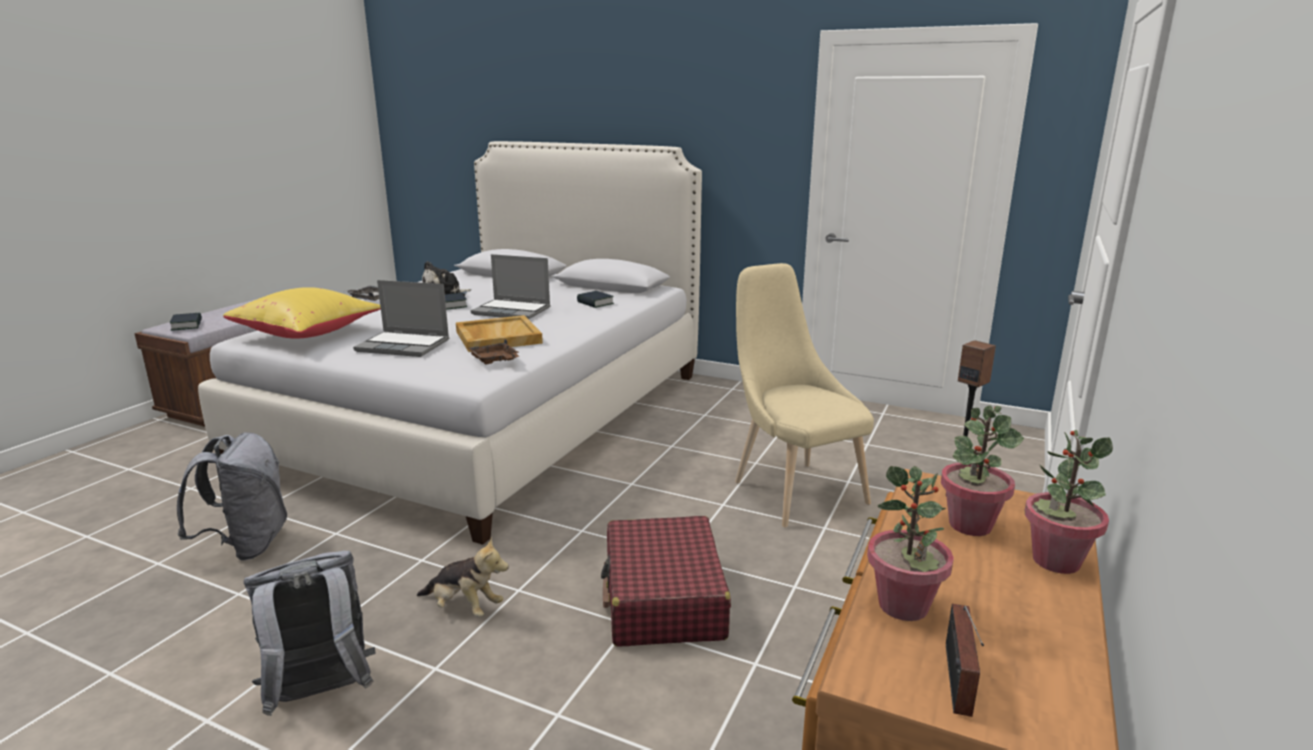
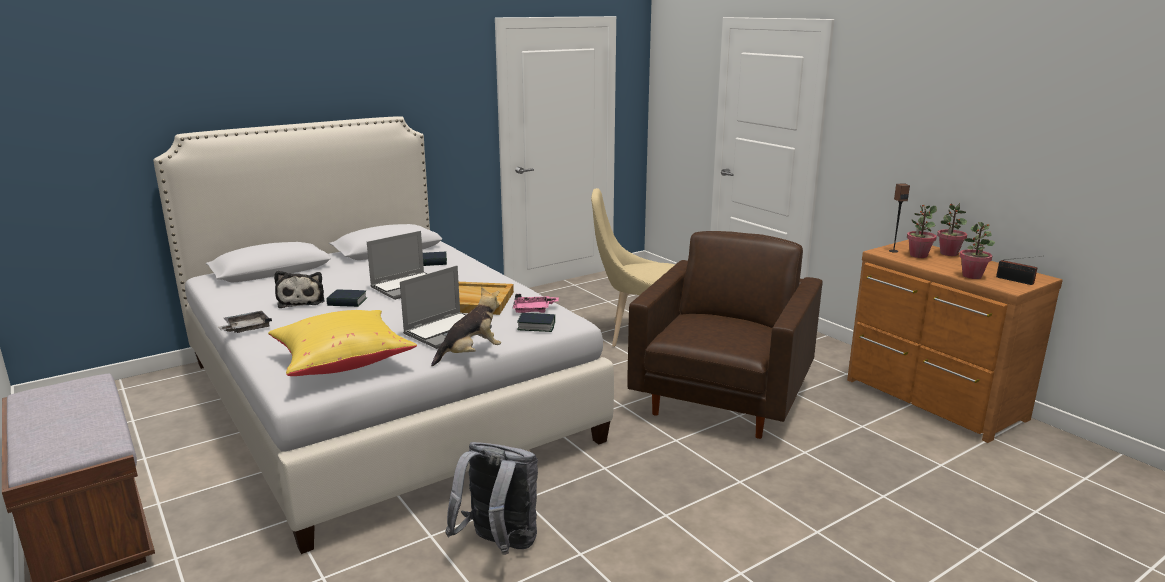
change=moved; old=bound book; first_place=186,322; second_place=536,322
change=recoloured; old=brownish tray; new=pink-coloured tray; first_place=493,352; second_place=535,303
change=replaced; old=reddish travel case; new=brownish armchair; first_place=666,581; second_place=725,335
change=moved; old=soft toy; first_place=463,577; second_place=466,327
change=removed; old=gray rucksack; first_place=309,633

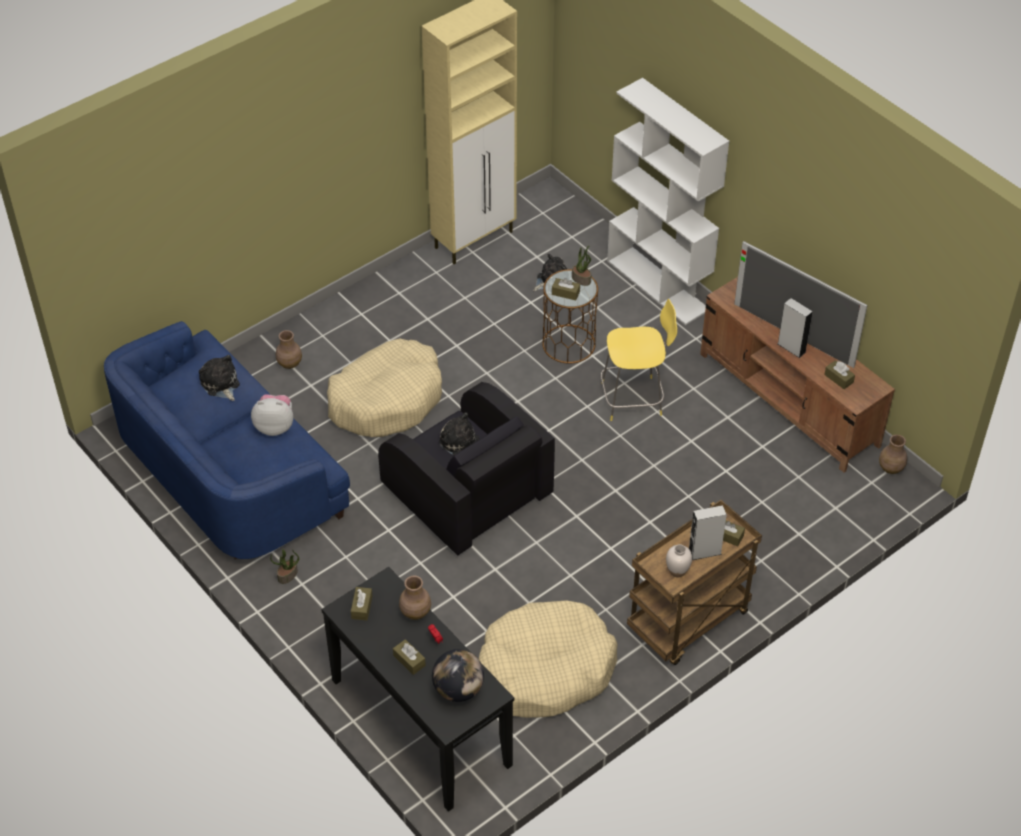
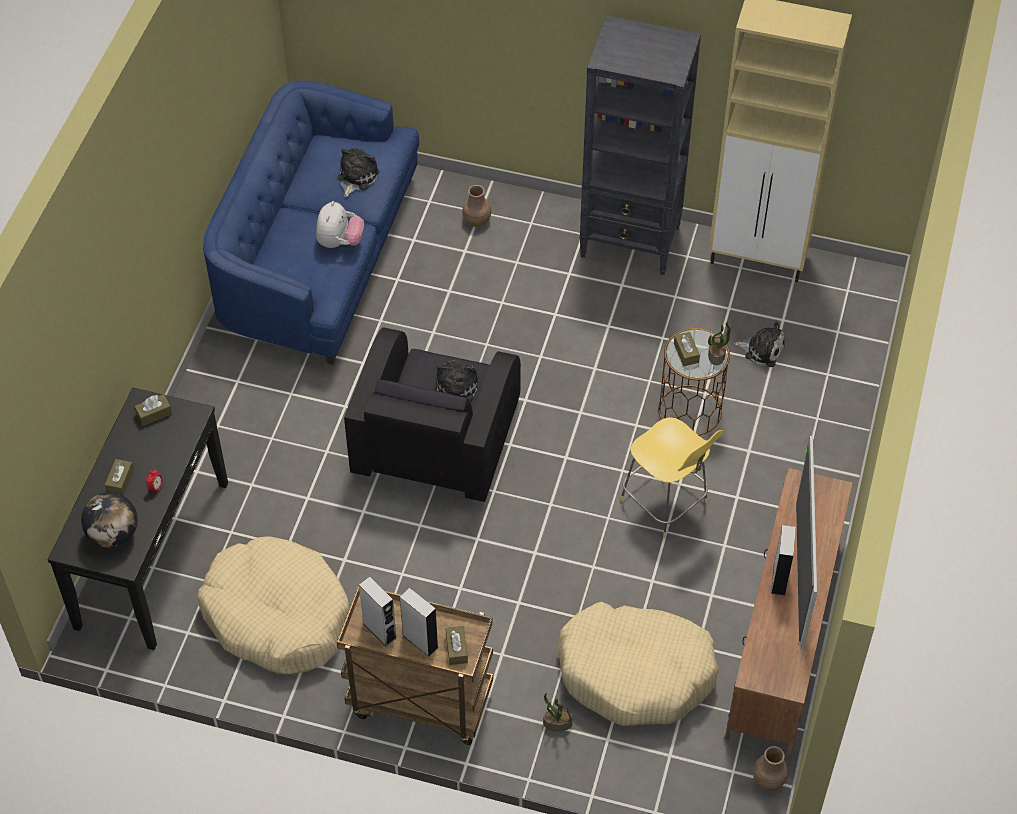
change=removed; old=white bookcase; first_place=668,201
change=moved; old=beige dog bed; first_place=384,387; second_place=638,664
change=removed; old=brownish tissue holder; first_place=839,374
change=turned; old=soft toy; first_place=272,415; second_place=340,224; degrees=45
change=replaced; old=white decorative vase; new=gray speaker; first_place=679,560; second_place=378,611
change=moved; old=potted plant; first_place=284,566; second_place=558,712
change=removed; old=brownish decorative vase; first_place=415,598
change=added; new=black bookcase; second_place=640,145

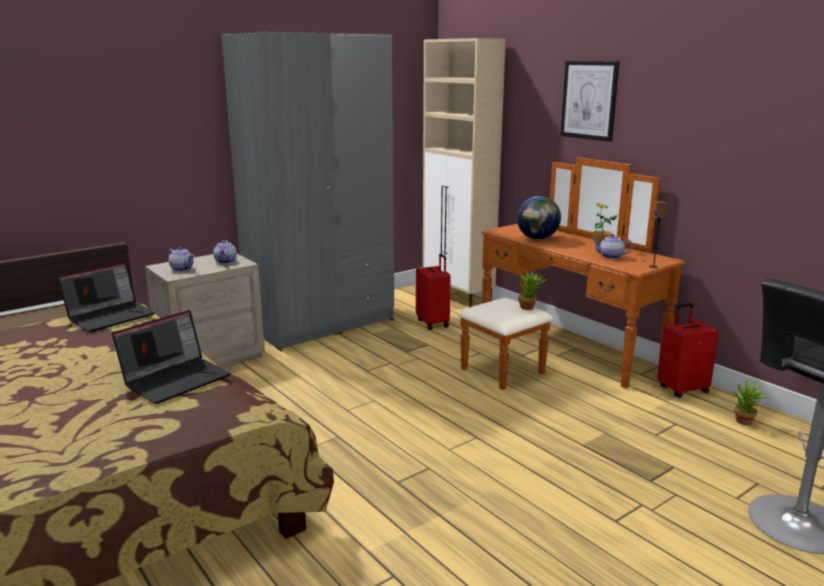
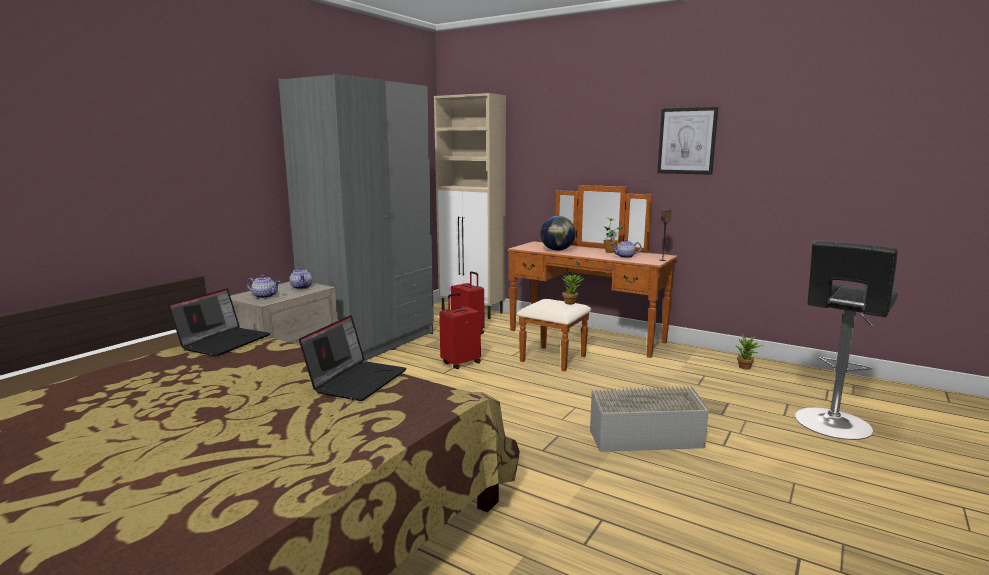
change=moved; old=wall picture; first_place=590,101; second_place=687,141
change=moved; old=reddish travel case; first_place=688,350; second_place=460,331
change=added; new=gray storage container; second_place=649,419

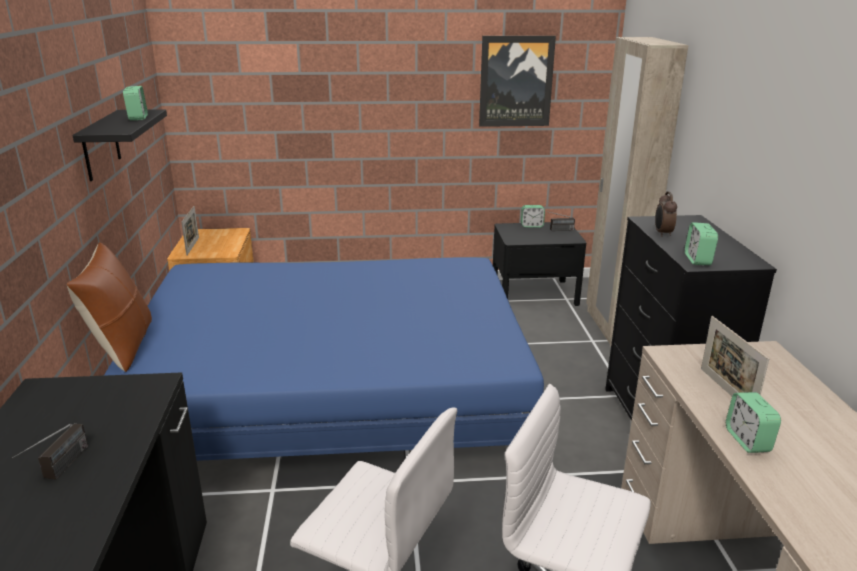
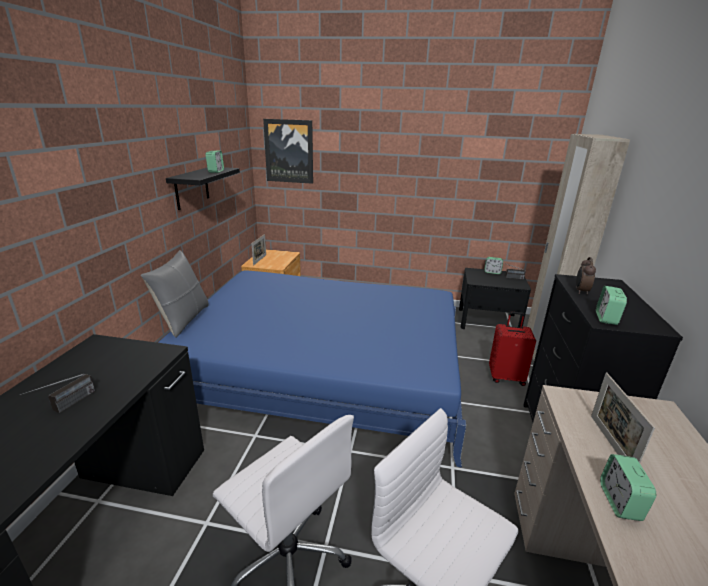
change=moved; old=wall picture; first_place=517,81; second_place=288,151
change=recoloured; old=brownish throw pillow; new=gray throw pillow; first_place=109,307; second_place=175,293
change=added; new=reddish travel case; second_place=512,349

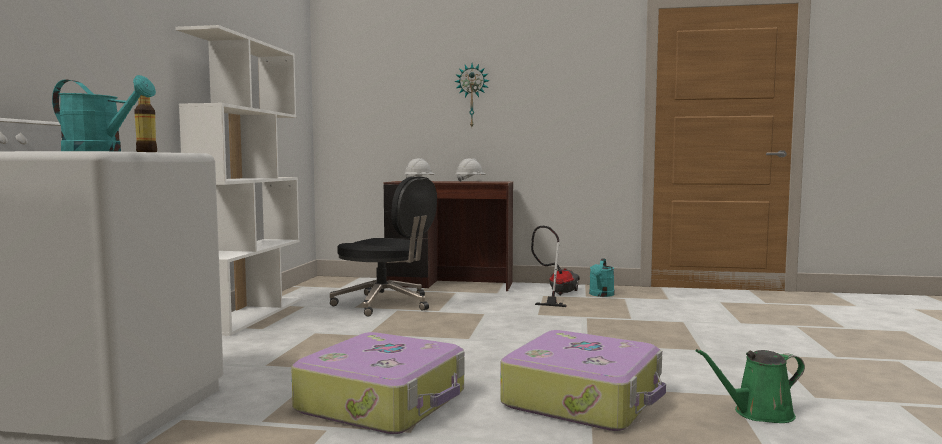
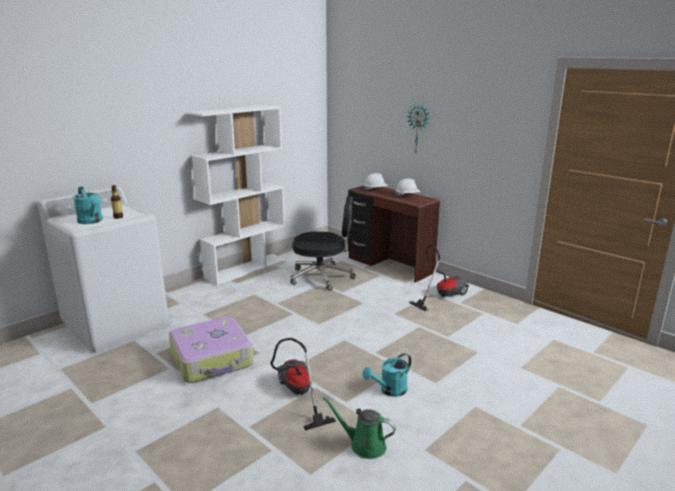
change=turned; old=black office chair; first_place=383,246; second_place=323,243; degrees=-60
change=moved; old=turquoise sprinkling can; first_place=601,278; second_place=387,375
change=replaced; old=travel case; new=vacuum cleaner; first_place=583,380; second_place=303,384

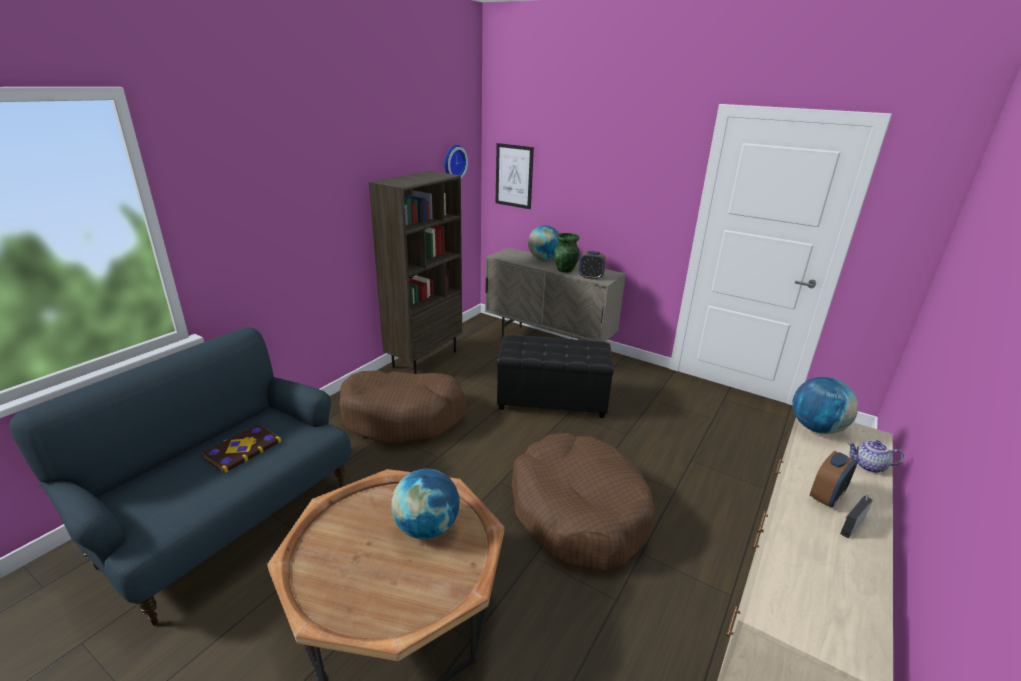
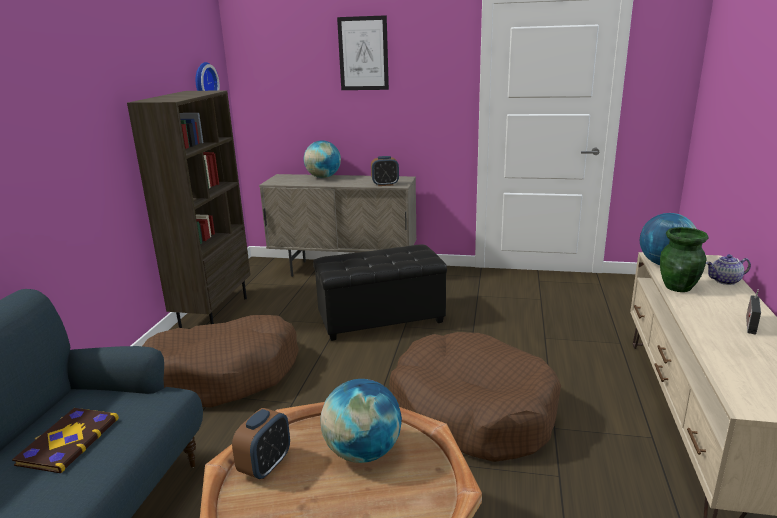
change=moved; old=wall picture; first_place=515,176; second_place=363,52
change=moved; old=greenish decorative vase; first_place=567,253; second_place=684,259
change=moved; old=bedside clock; first_place=833,479; second_place=261,443

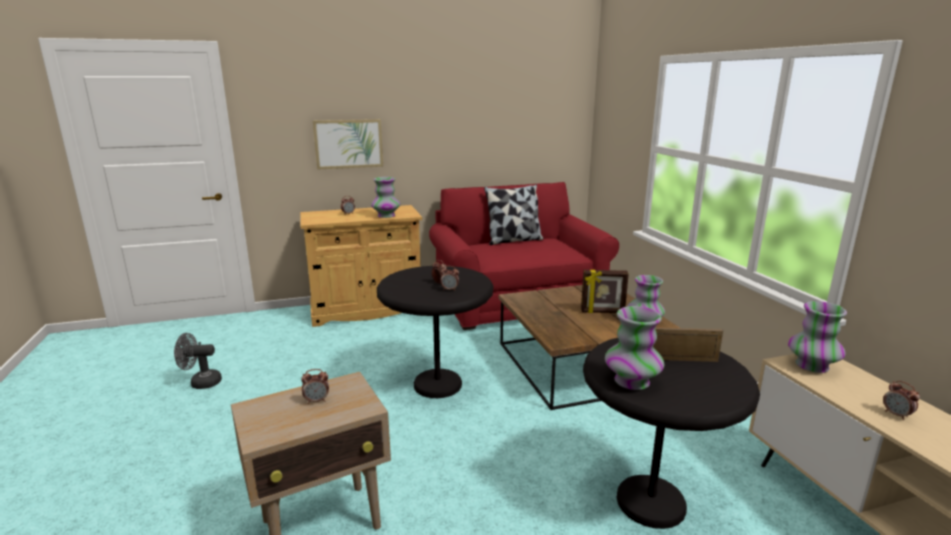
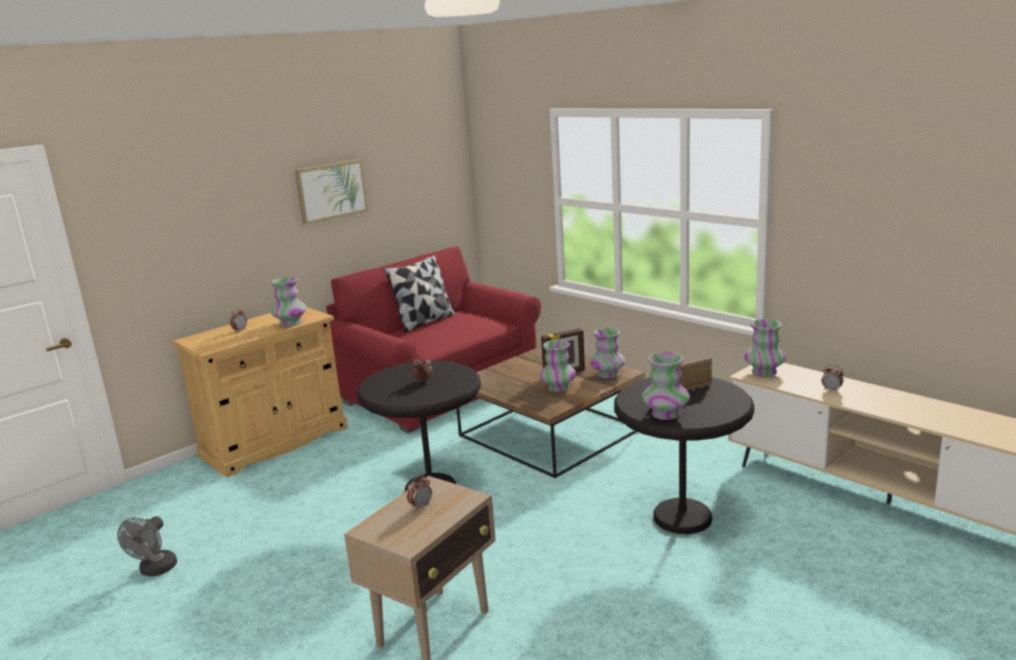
change=moved; old=wall picture; first_place=348,144; second_place=331,192
change=removed; old=bedside clock; first_place=449,278
change=turned; old=gray electric fan; first_place=198,361; second_place=147,546; degrees=-45
change=added; new=decorative vase; second_place=558,366

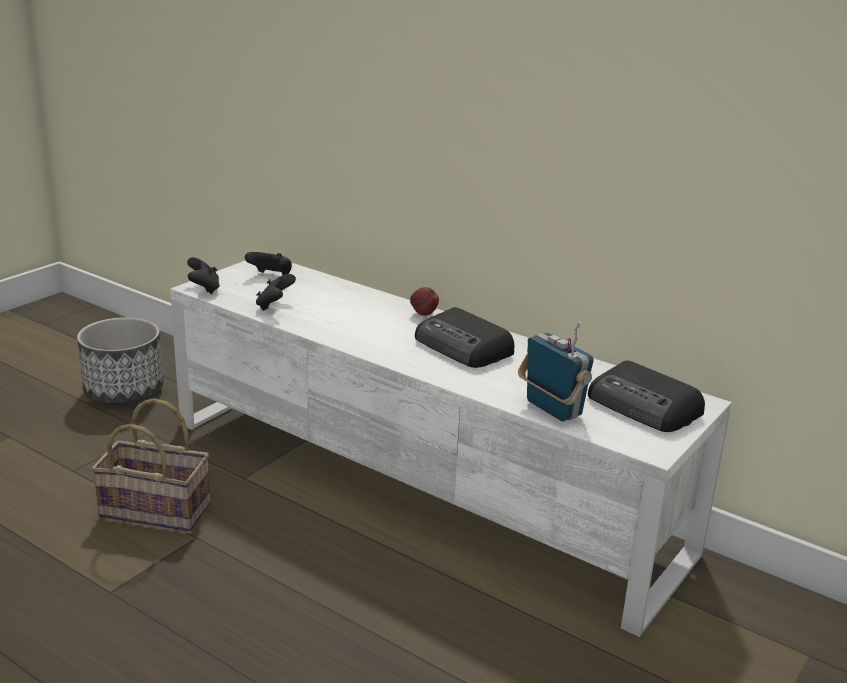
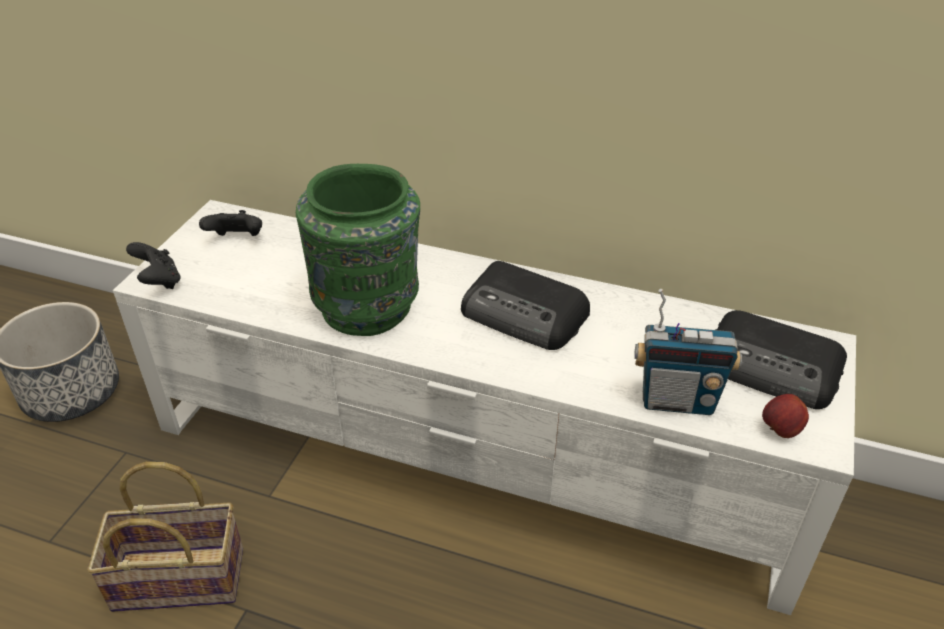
change=removed; old=black game controller; first_place=276,292
change=moved; old=whole apple; first_place=424,301; second_place=785,416
change=turned; old=radio; first_place=556,371; second_place=688,352; degrees=150
change=added; new=greenish decorative vase; second_place=358,250

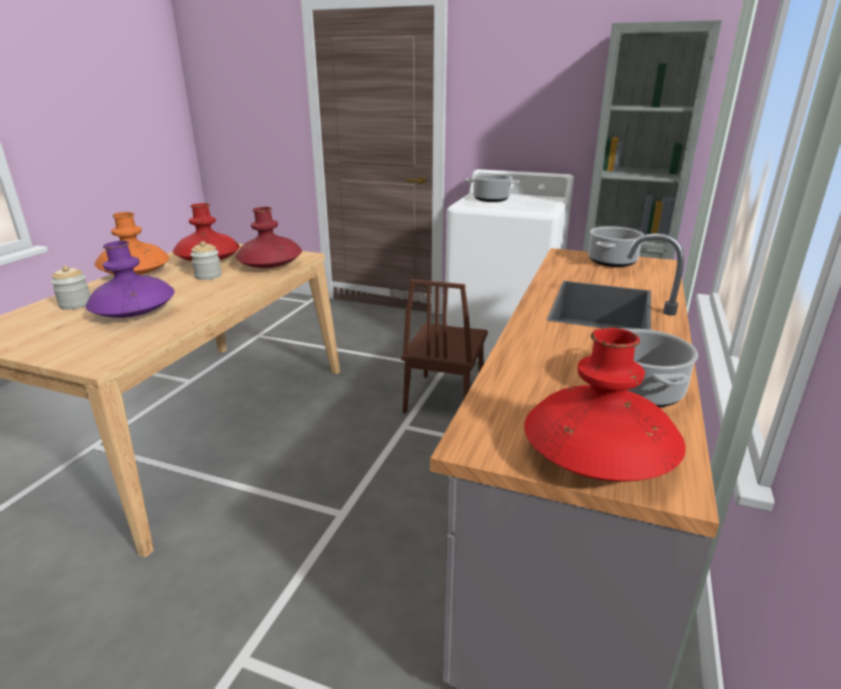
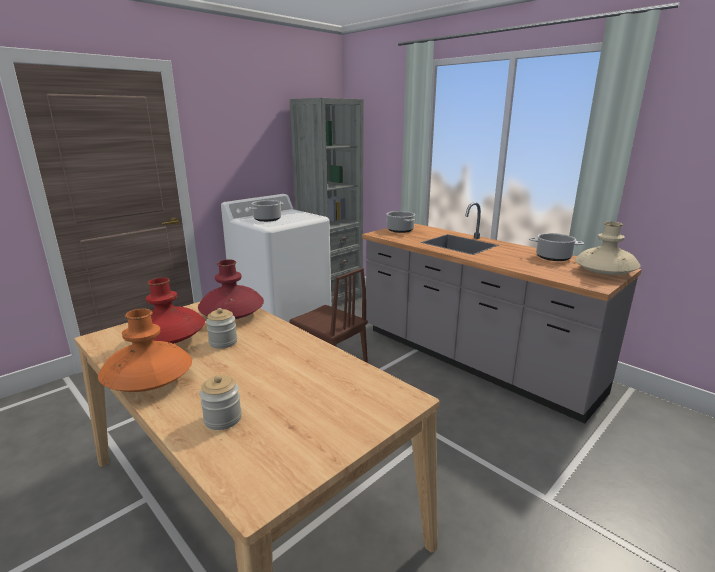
change=removed; old=purple-coloured decorative vase; first_place=130,279
change=recoloured; old=reddish decorative vase; new=beige decorative vase; first_place=605,405; second_place=607,248

